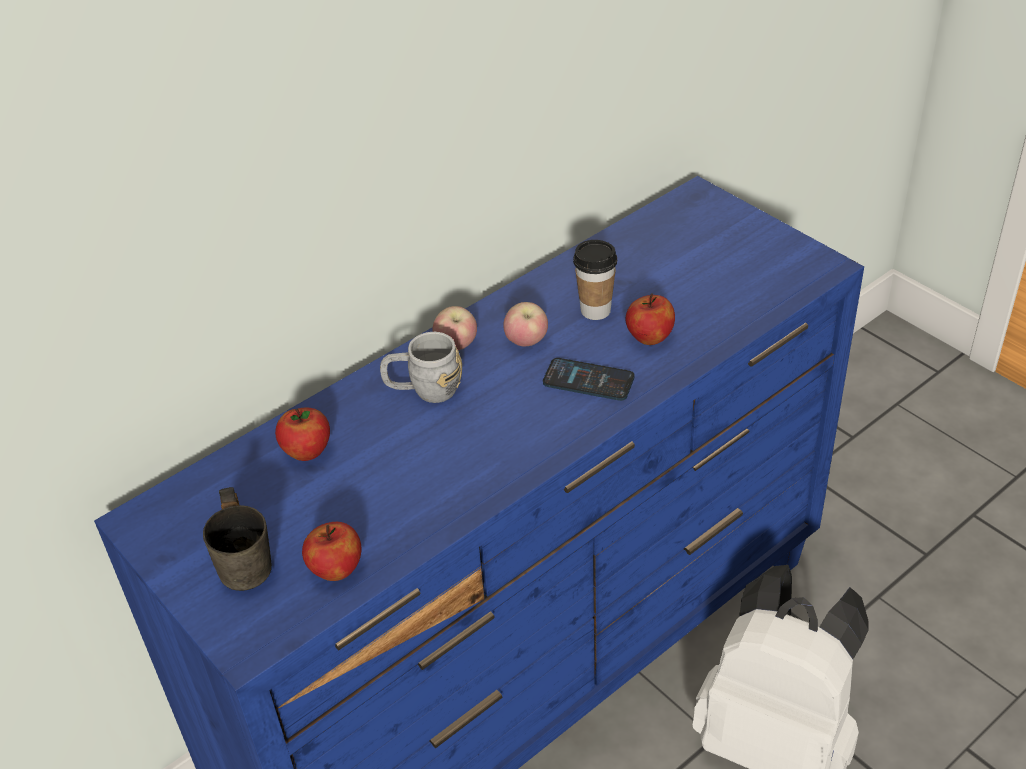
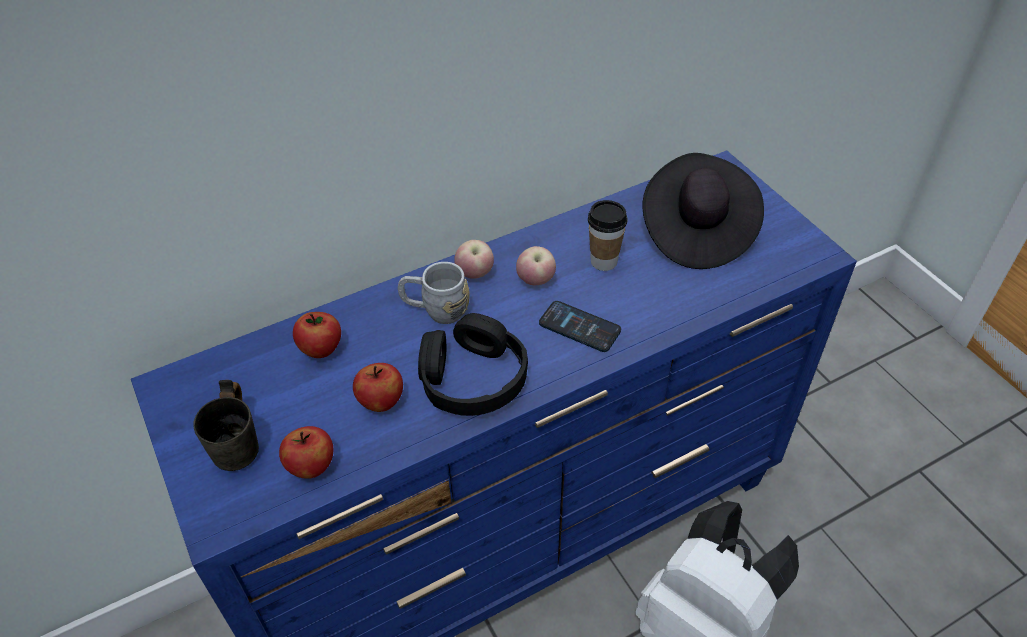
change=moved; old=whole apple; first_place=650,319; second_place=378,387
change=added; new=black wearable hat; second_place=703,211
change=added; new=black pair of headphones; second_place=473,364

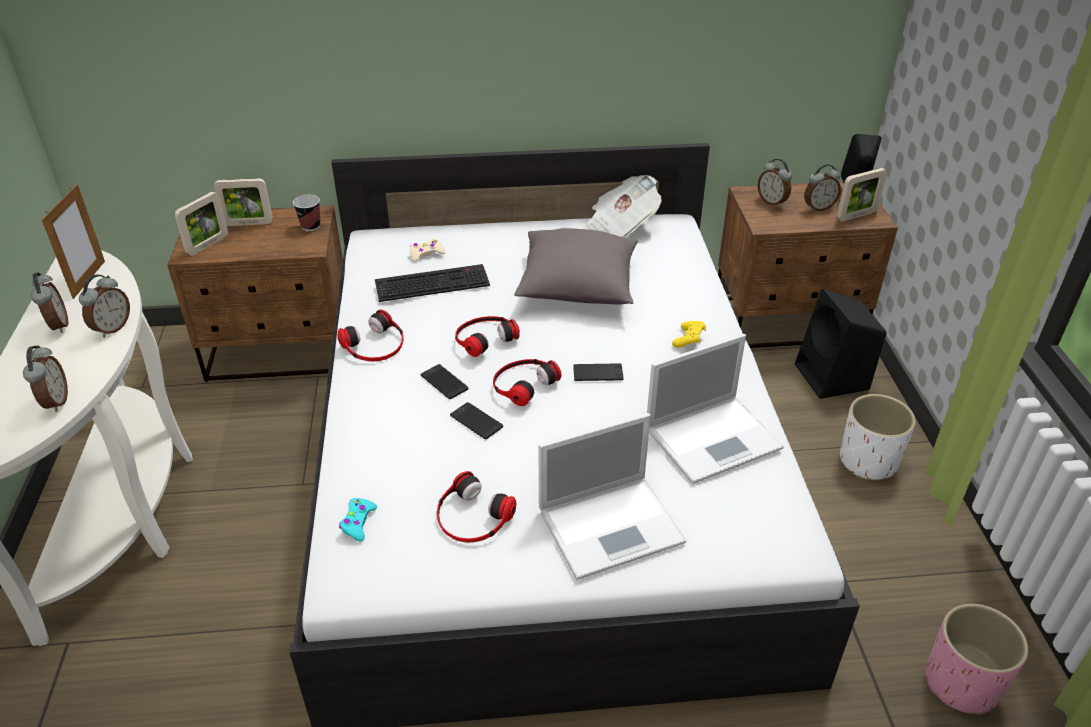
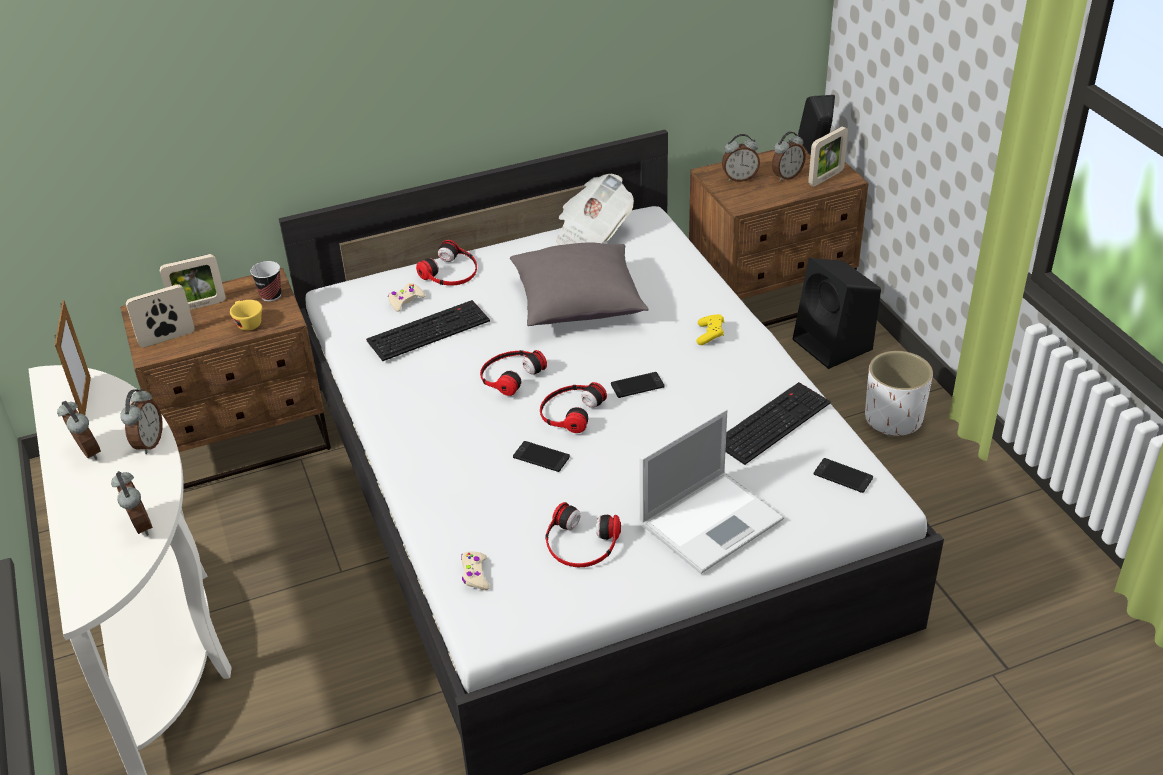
change=turned; old=bedside clock; first_place=775,183; second_place=741,158; degrees=-45
change=turned; old=photo frame; first_place=201,224; second_place=160,316; degrees=-135
change=moved; old=pair of headphones; first_place=370,335; second_place=446,262
change=replaced; old=notebook computer; new=keyboard; first_place=715,409; second_place=778,423
change=moved; old=phone; first_place=444,381; second_place=843,475
change=recoloured; old=turquoise game controller; new=beige game controller; first_place=358,519; second_place=475,571
change=removed; old=pink-coloured plant pot; first_place=977,659
change=added; new=yellow-coloured small cup; second_place=246,315

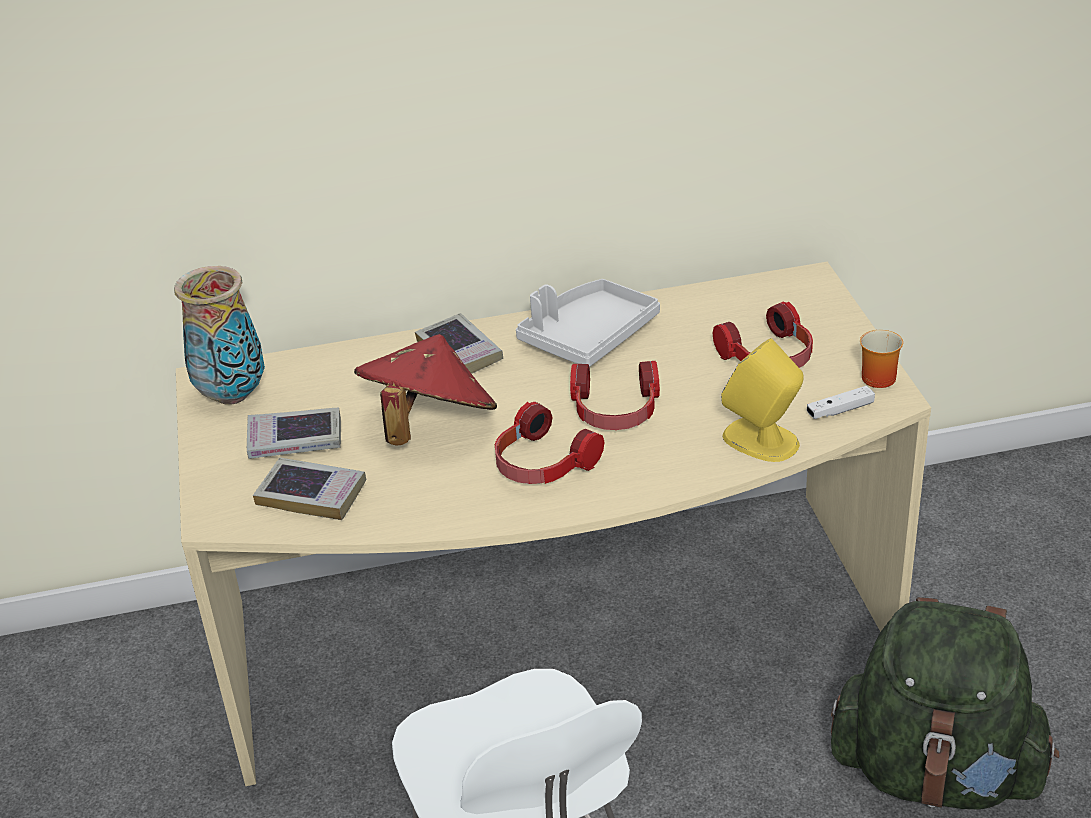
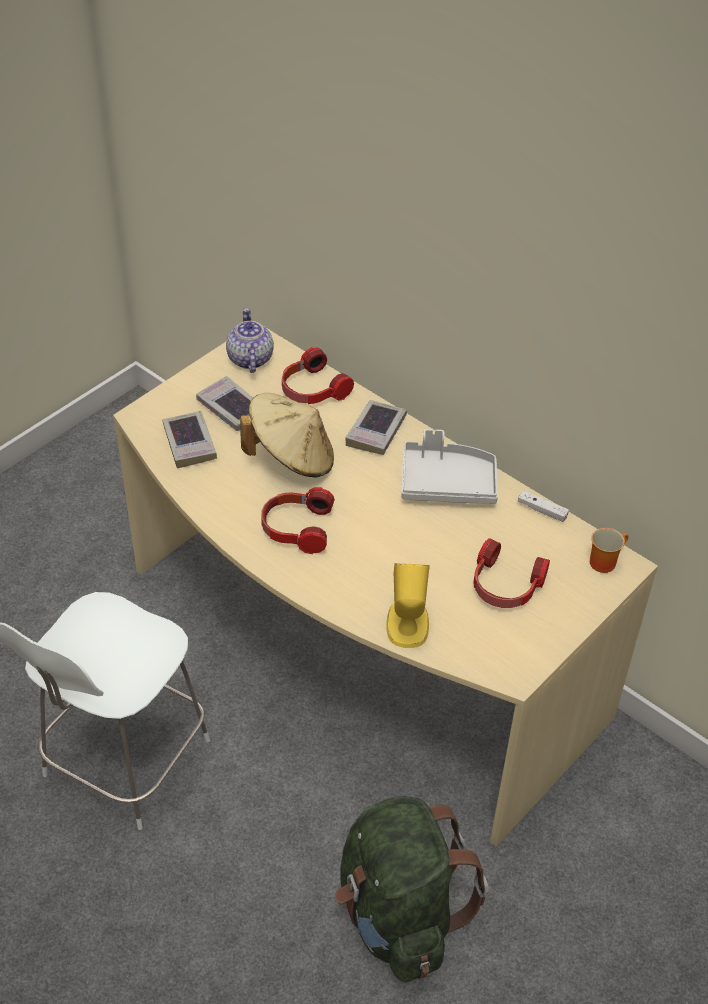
change=replaced; old=decorative vase; new=tea pot; first_place=219,335; second_place=250,340
change=moved; old=coffee mug; first_place=881,359; second_place=609,550
change=recoloured; old=reddish wearable hat; new=beige wearable hat; first_place=425,390; second_place=287,435
change=moved; old=pair of headphones; first_place=615,395; second_place=318,375
change=moved; old=white game controller; first_place=841,402; second_place=543,506

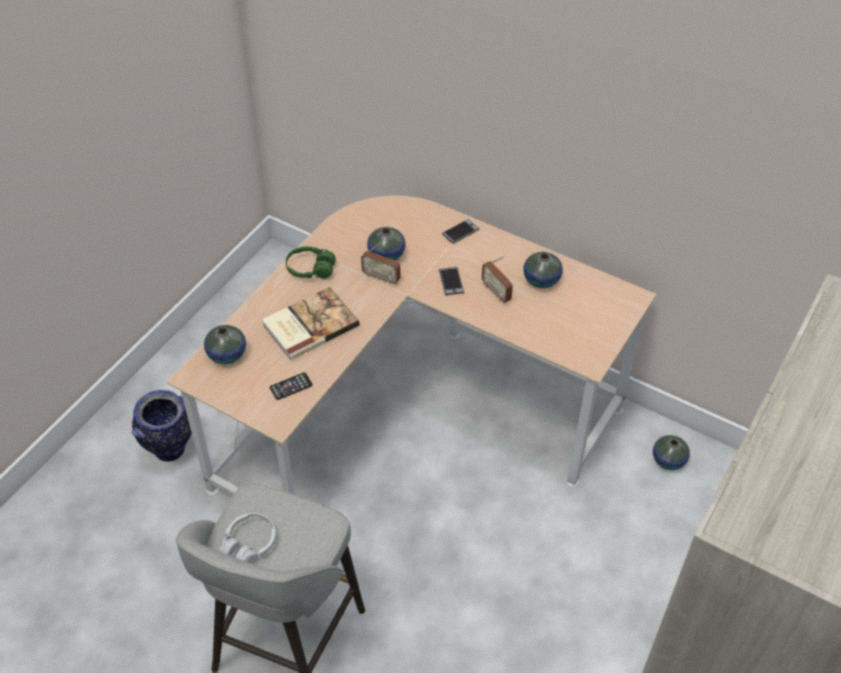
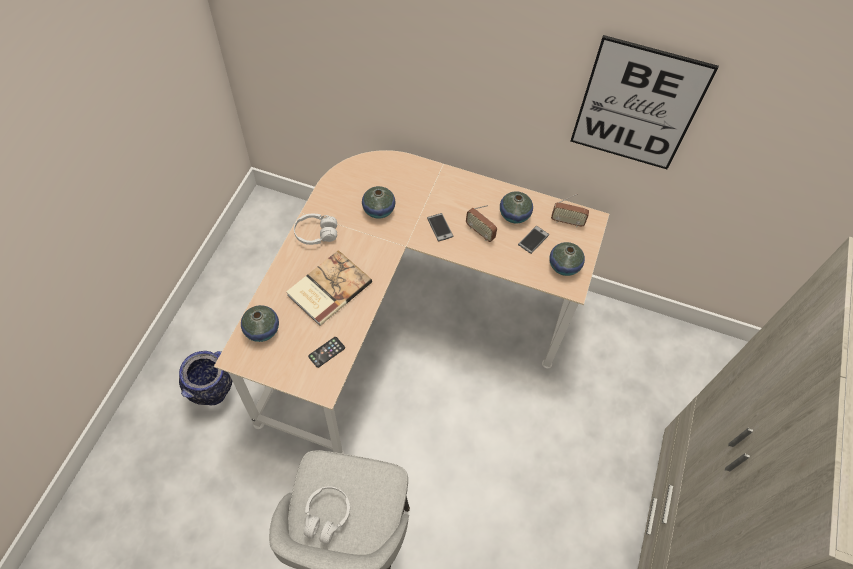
change=moved; old=phone; first_place=460,231; second_place=533,240
change=moved; old=radio; first_place=381,262; second_place=570,210
change=recoloured; old=greenish pair of headphones; new=white pair of headphones; first_place=311,262; second_place=315,229
change=moved; old=decorative vase; first_place=671,452; second_place=567,259
change=added; new=wall picture; second_place=644,102

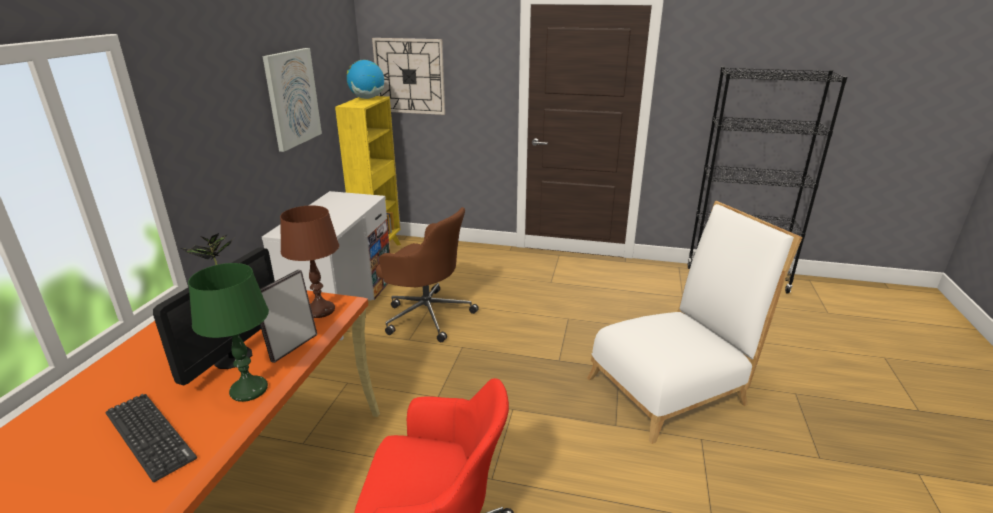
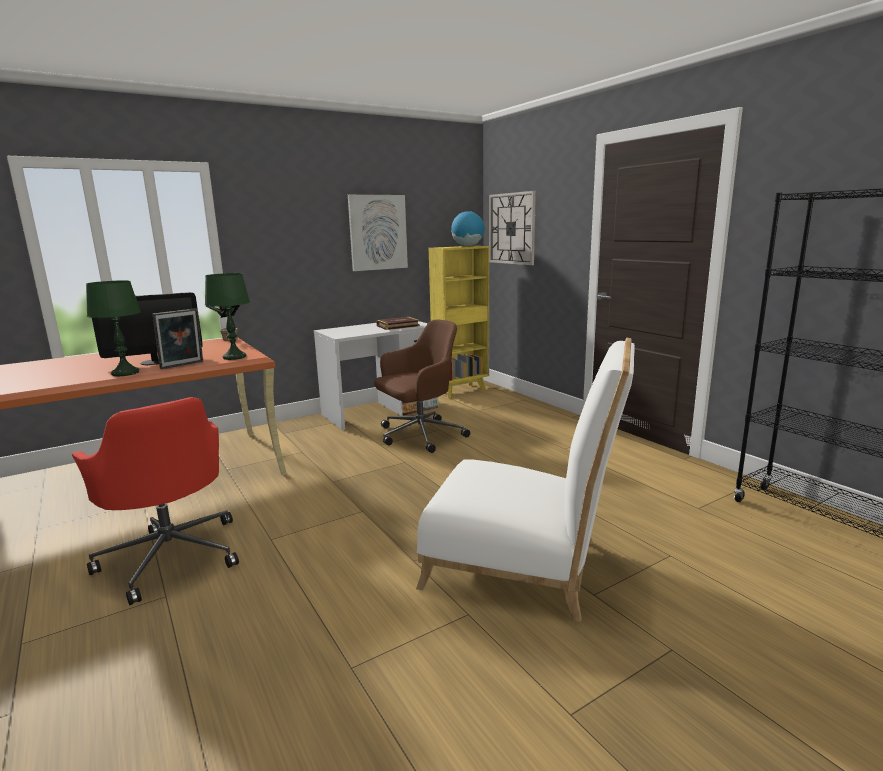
change=recoloured; old=brownish tabletop lamp; new=greenish tabletop lamp; first_place=309,261; second_place=227,316
change=turned; old=brownish office chair; first_place=427,274; second_place=422,386; degrees=-105
change=turned; old=photo frame; first_place=288,316; second_place=178,338; degrees=150
change=removed; old=keyboard; first_place=151,438
change=added; new=bound book; second_place=398,323

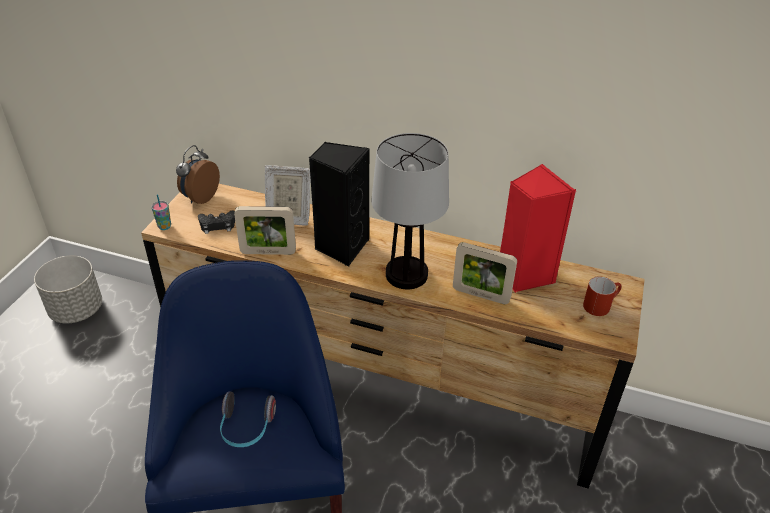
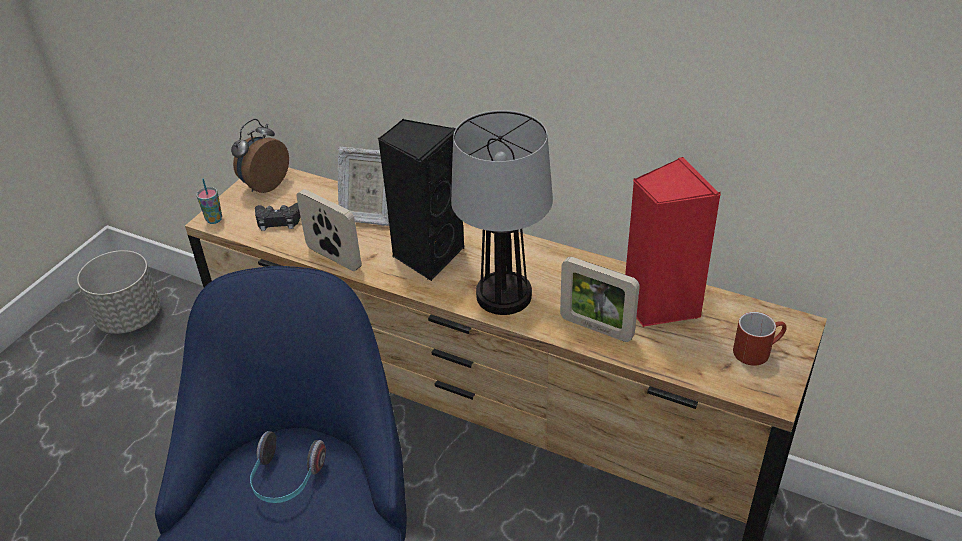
change=turned; old=photo frame; first_place=265,230; second_place=329,230; degrees=-150

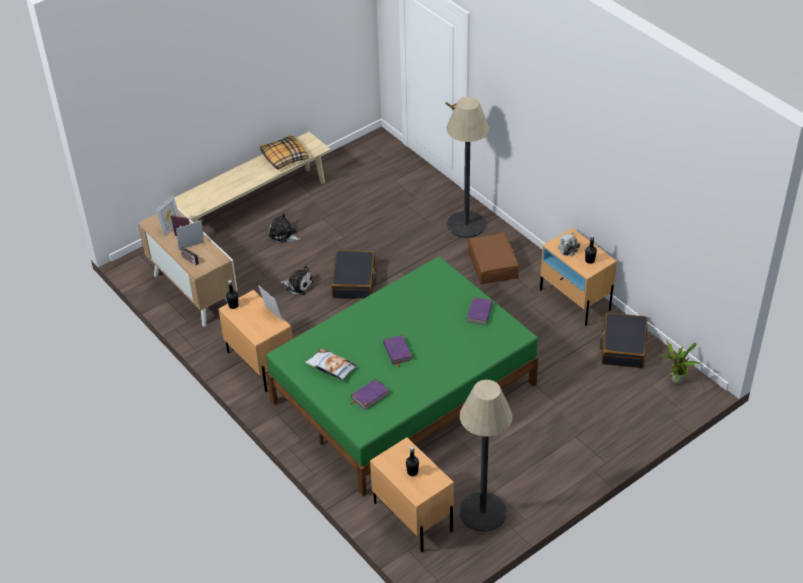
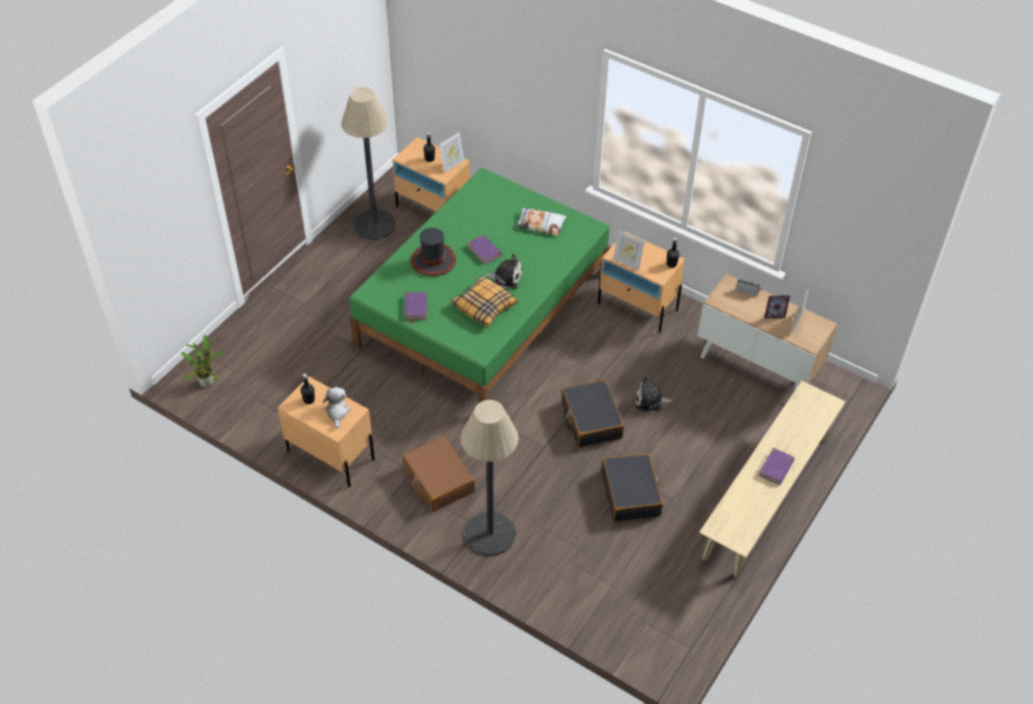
change=moved; old=throw pillow; first_place=284,152; second_place=484,301
change=moved; old=soft toy; first_place=284,228; second_place=503,271
change=moved; old=photo frame; first_place=190,235; second_place=451,152
change=moved; old=black travel case; first_place=624,340; second_place=632,487
change=moved; old=purple-coloured bound book; first_place=370,394; second_place=776,466
change=added; new=wearable hat; second_place=433,252

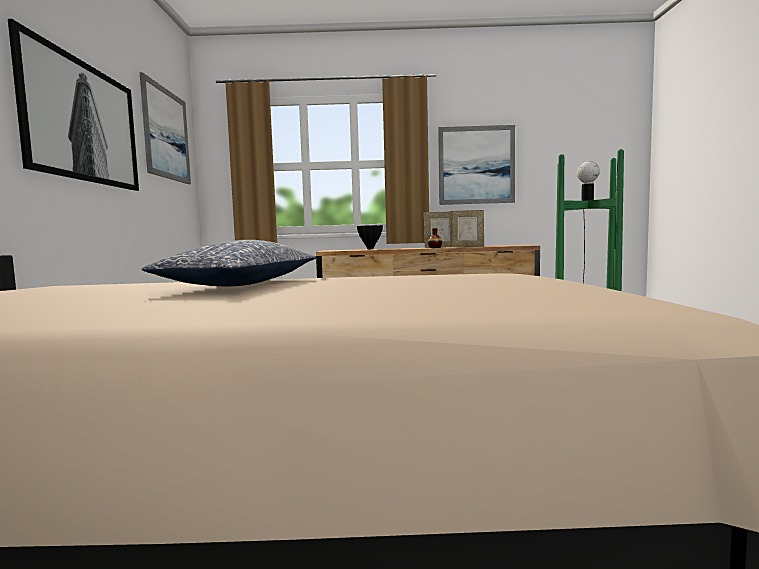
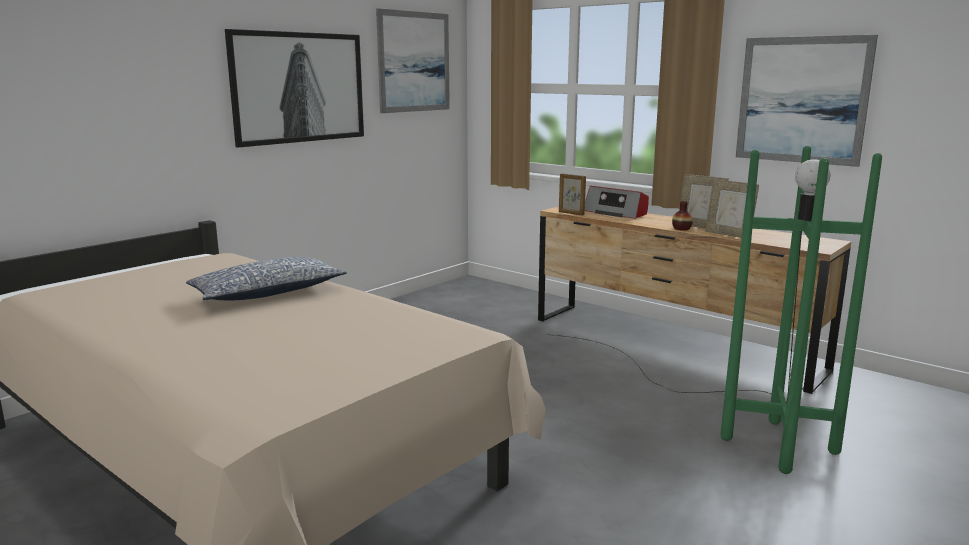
change=replaced; old=black decorative vase; new=radio; first_place=370,237; second_place=617,202
change=added; new=photo frame; second_place=572,194

